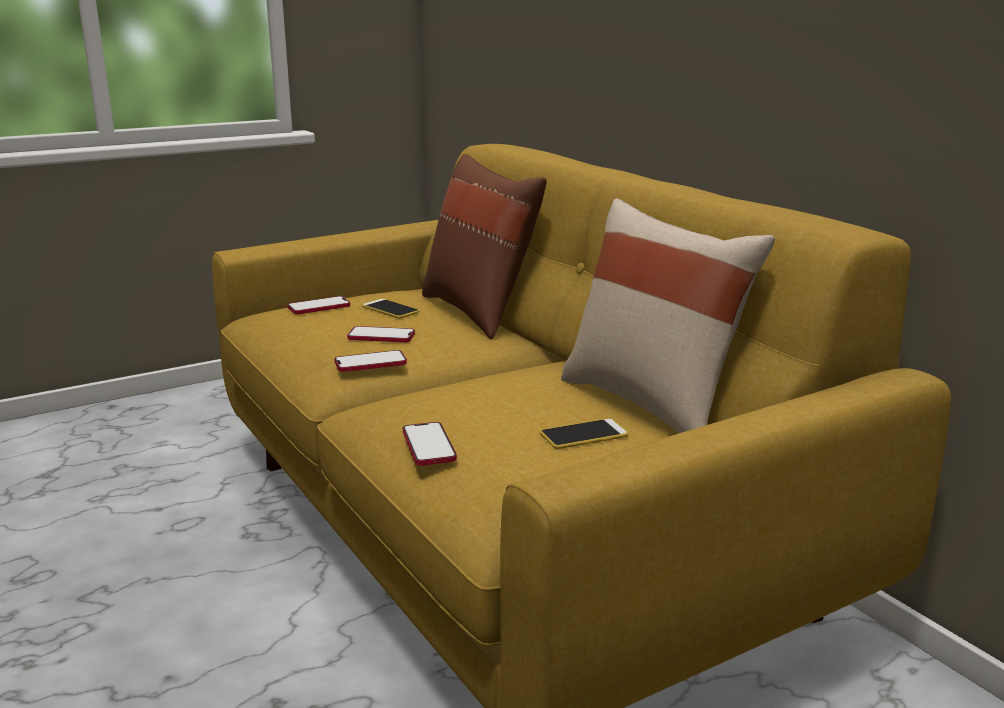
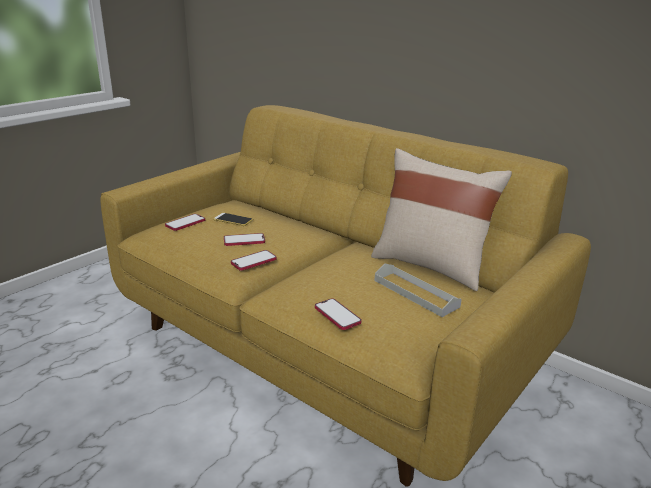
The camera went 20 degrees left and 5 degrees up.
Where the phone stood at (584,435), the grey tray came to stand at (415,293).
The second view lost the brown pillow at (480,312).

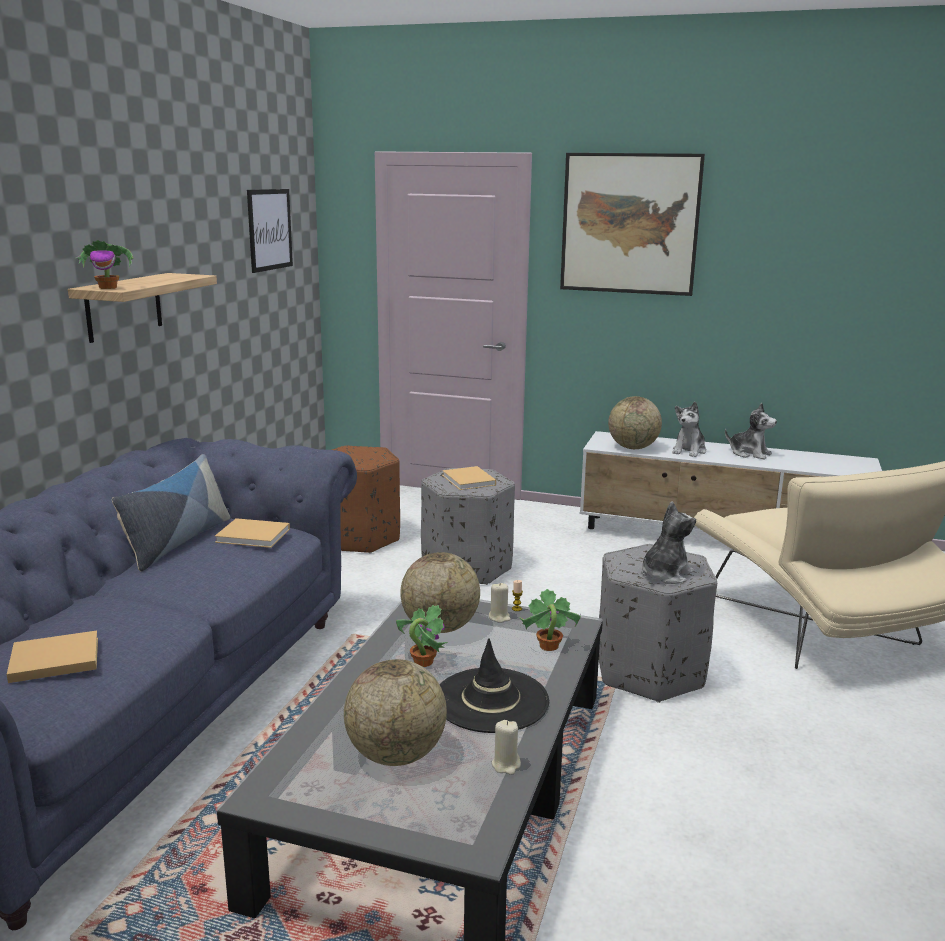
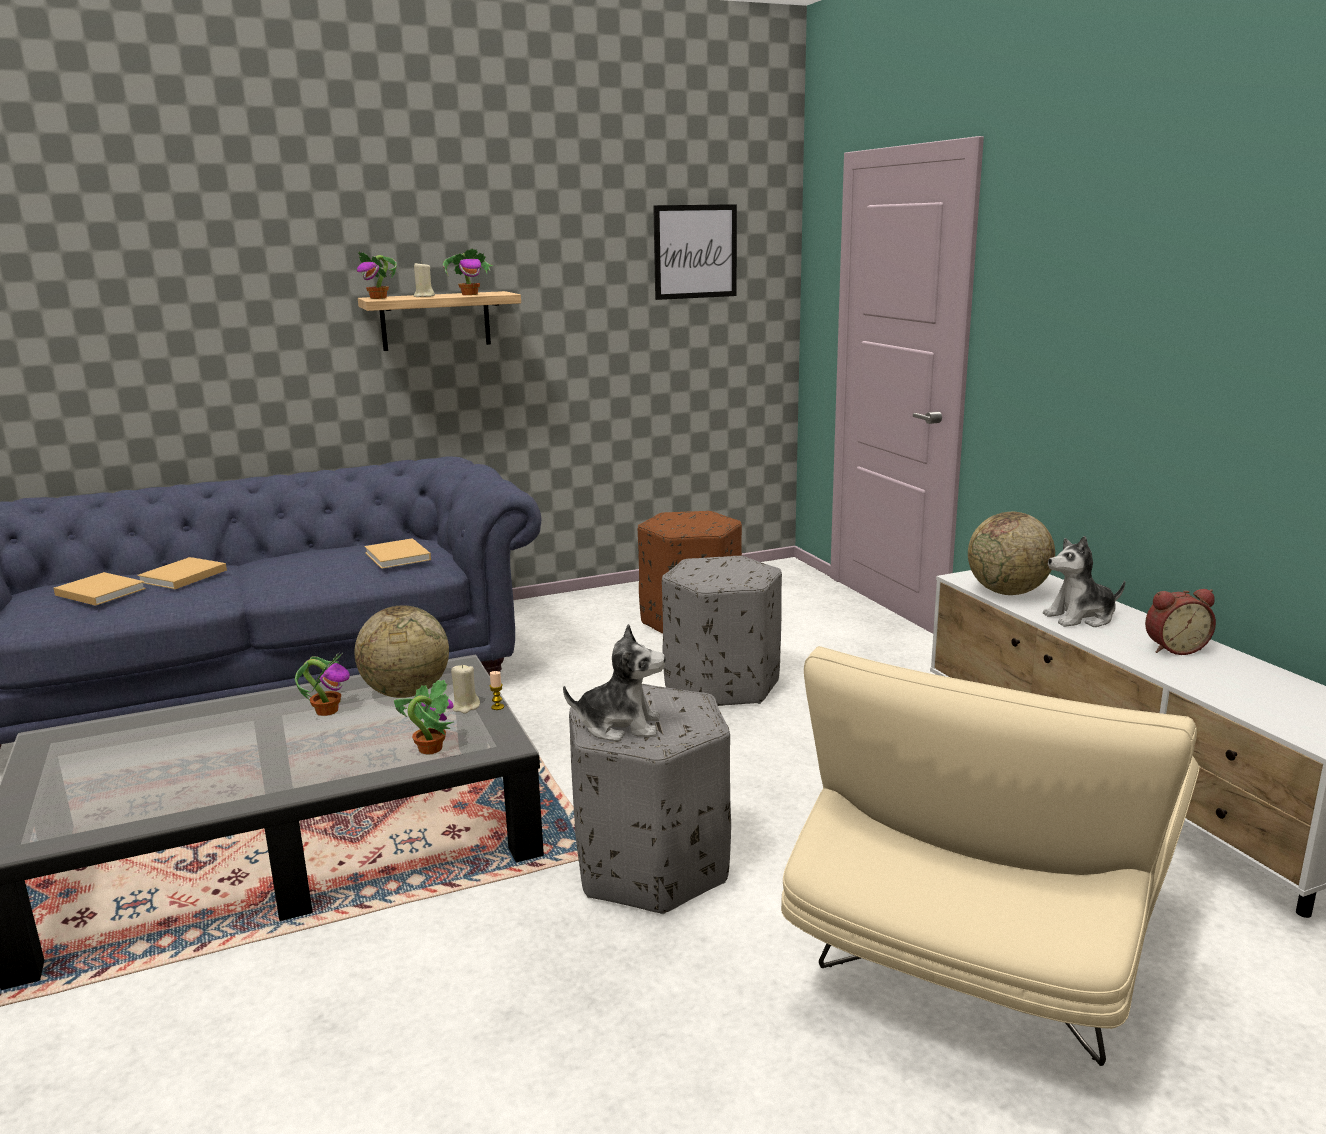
The camera went 50 degrees right and 0 degrees up.
The beige book ended up elsewhere, having gone from (469,481) to (181,577).
The beige candle ended up elsewhere, having gone from (506,765) to (424,296).
The second view gained the potted plant at (470,294).
Where the plush toy stood at (749,453), the alarm clock came to stand at (1174,648).
The second view lost the pillow at (177,542).
The second view lost the globe at (396,755).
The second view lost the black hat at (491,700).
The second view lost the picture at (630,224).

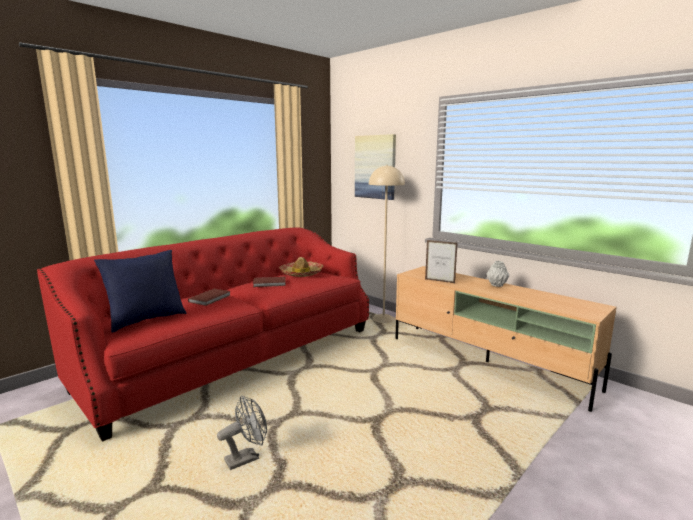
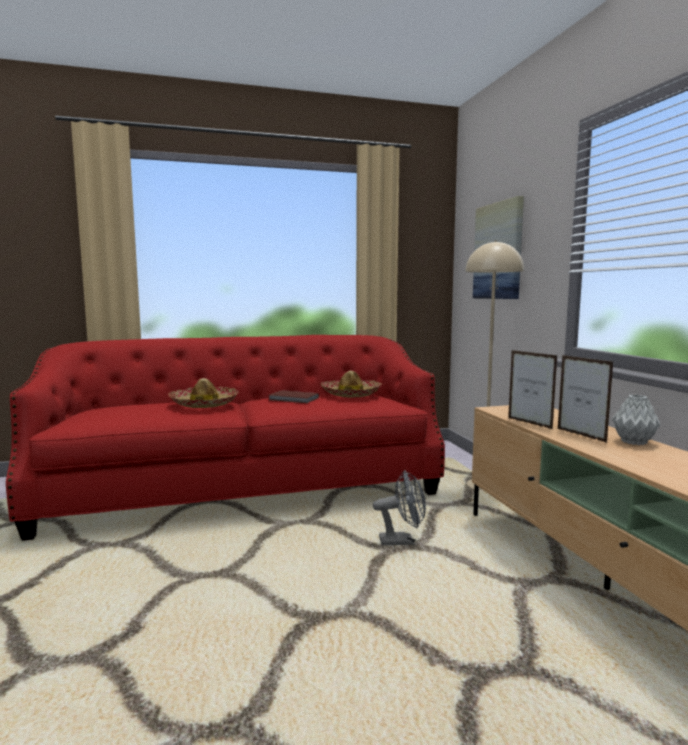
The camera went 30 degrees right and 5 degrees down.
Where the brown book stood at (211,298), the hat came to stand at (203,404).
The grey fan ended up elsewhere, having gone from (247,458) to (402,541).
The second view gained the picture frame at (581,435).
The second view lost the blue pillow at (146,320).

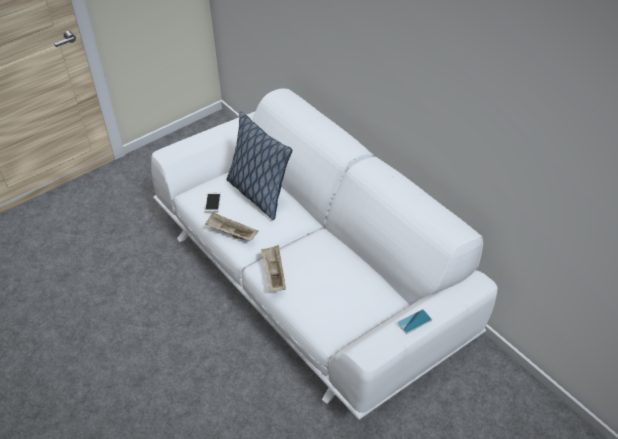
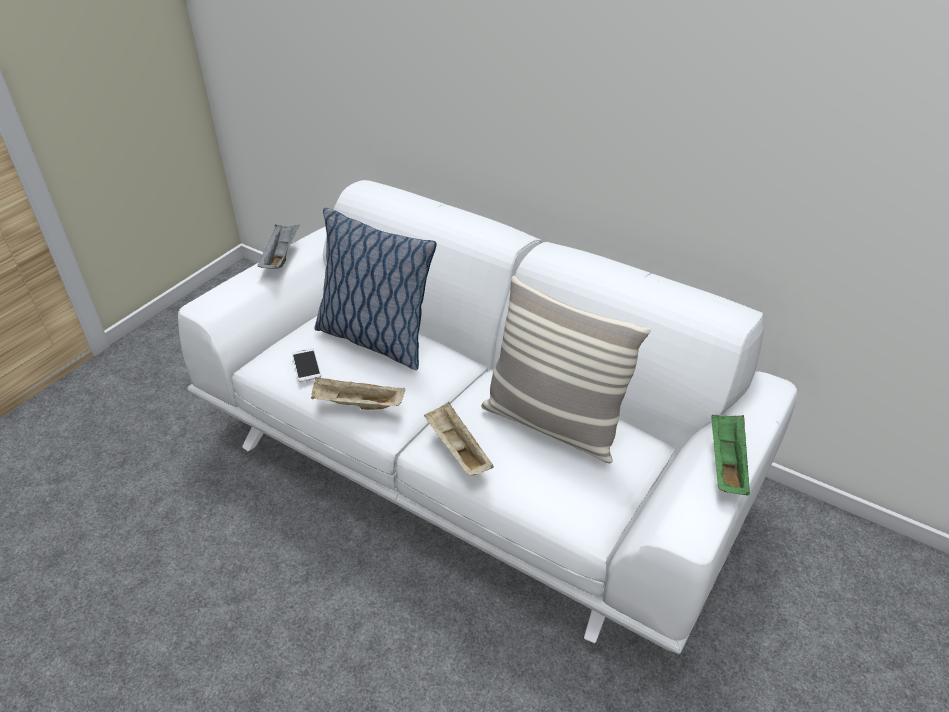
The camera went 20 degrees left and 5 degrees down.
The second view gained the grey tray at (280,257).
The second view gained the pillow at (552,424).
Where the phone stood at (414,321), the green tray came to stand at (725,463).

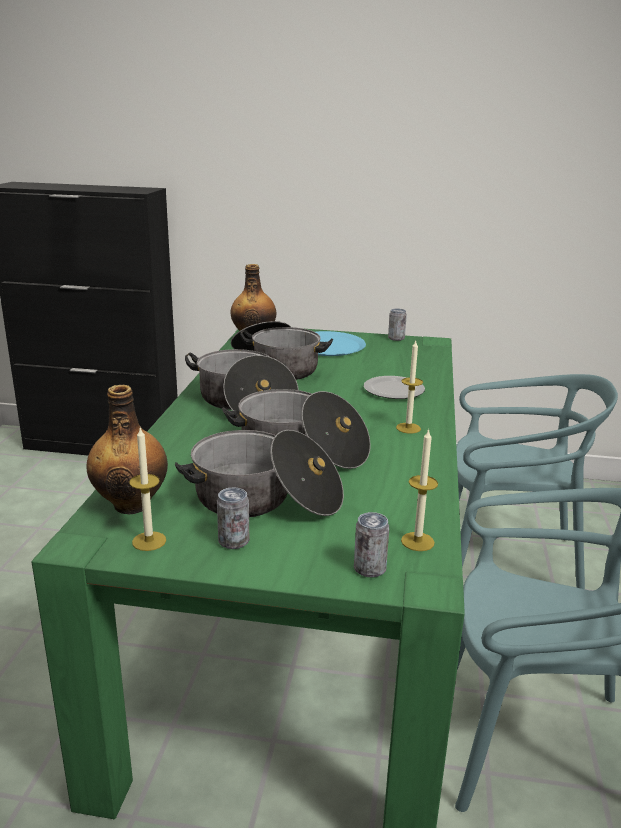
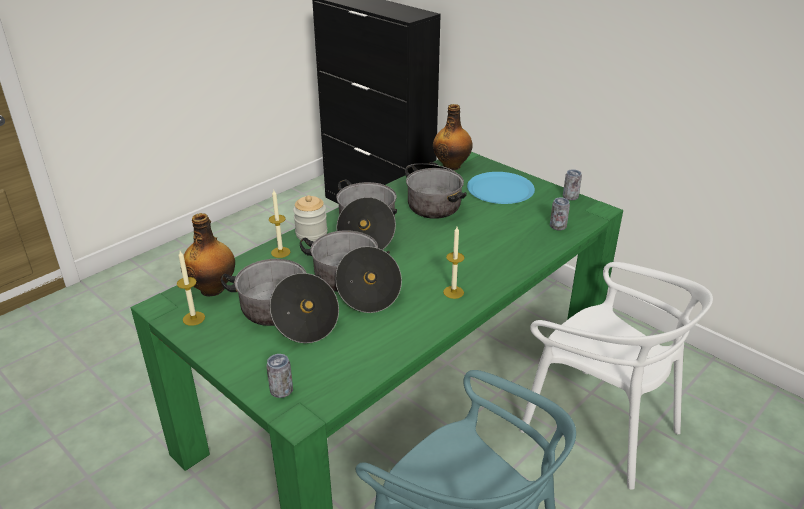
The camera went 35 degrees right and 10 degrees up.
The candle ended up elsewhere, having gone from (417,541) to (280,252).
The second view gained the jar at (311,234).
What was the turquoise chair at (507,559) turned into the white chair at (600,427).
The can ended up elsewhere, having gone from (233,541) to (558,226).
The second view lost the plate at (392,390).

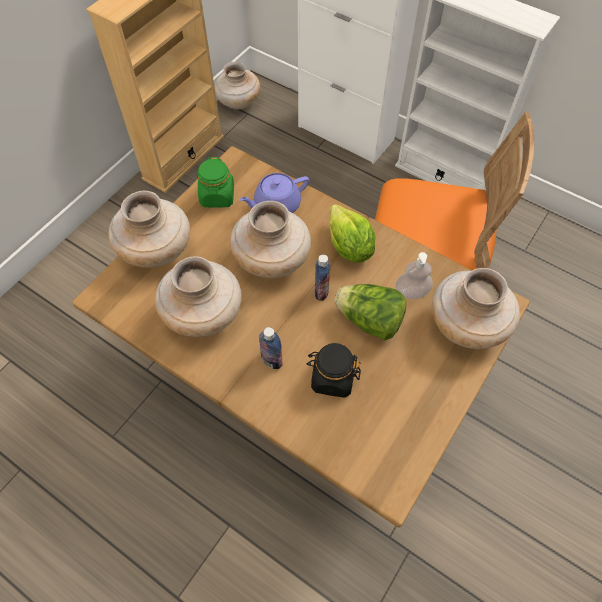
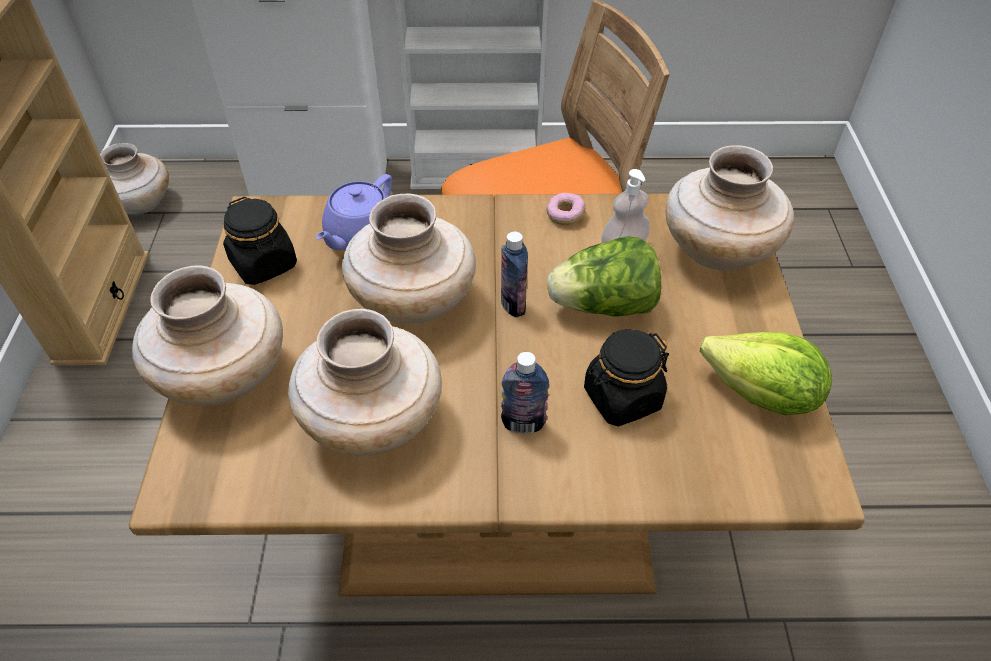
The camera went 35 degrees left and 10 degrees down.
What was the green jar at (217,196) turned into the black jar at (264,264).
The second view gained the donut at (565,215).
The lettuce ended up elsewhere, having gone from (349,247) to (760,395).

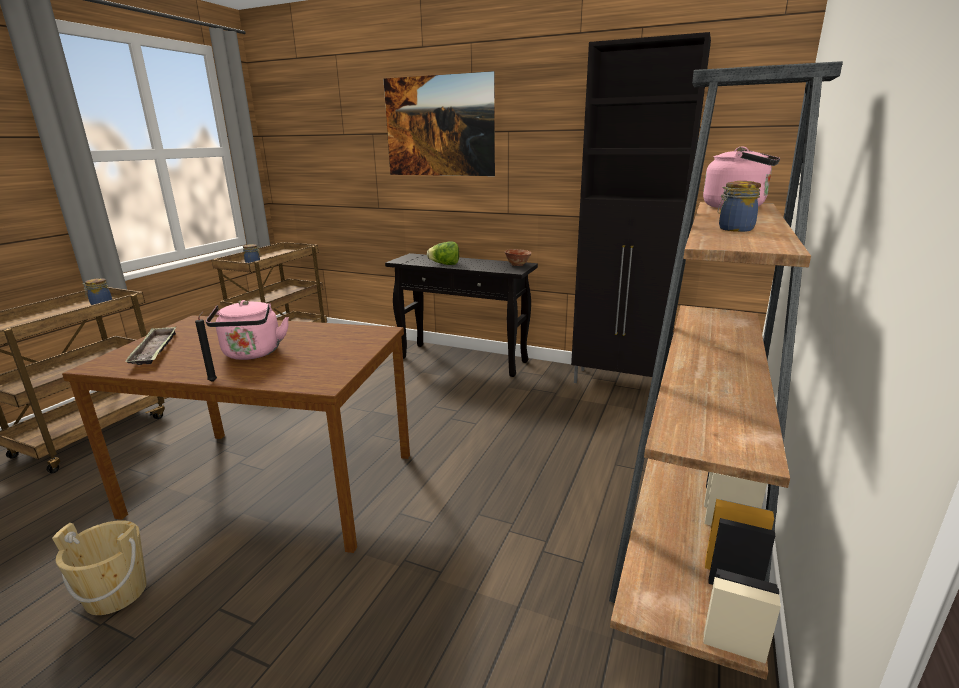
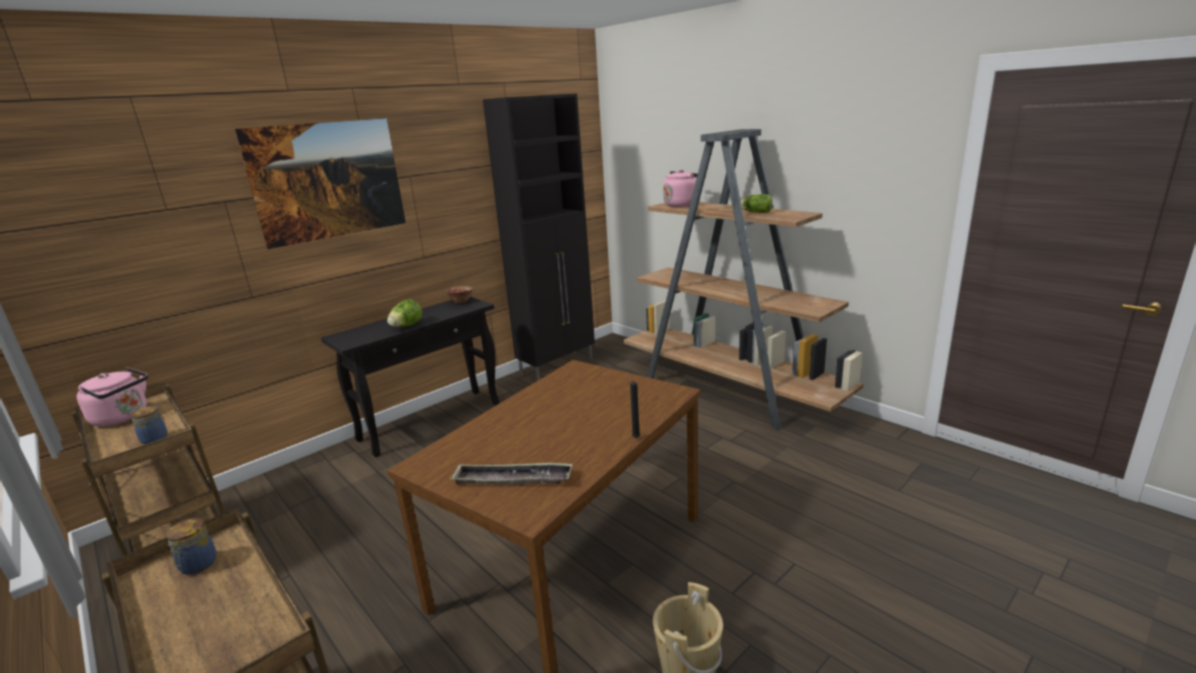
The camera went 65 degrees left and 0 degrees up.
The pink kettle ended up elsewhere, having gone from (252,354) to (123,417).
Where the jar stood at (734,229), the lettuce came to stand at (755,212).

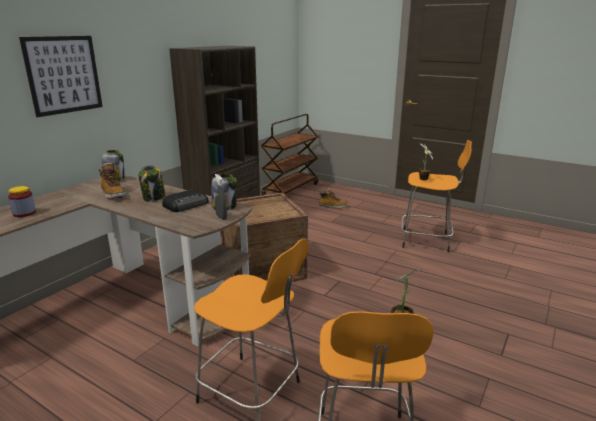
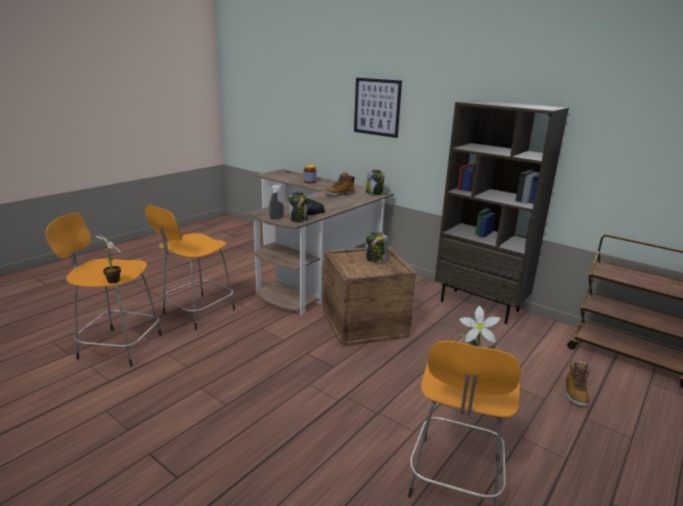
The camera went 95 degrees right and 0 degrees up.
The jar ended up elsewhere, having gone from (154,197) to (376,259).

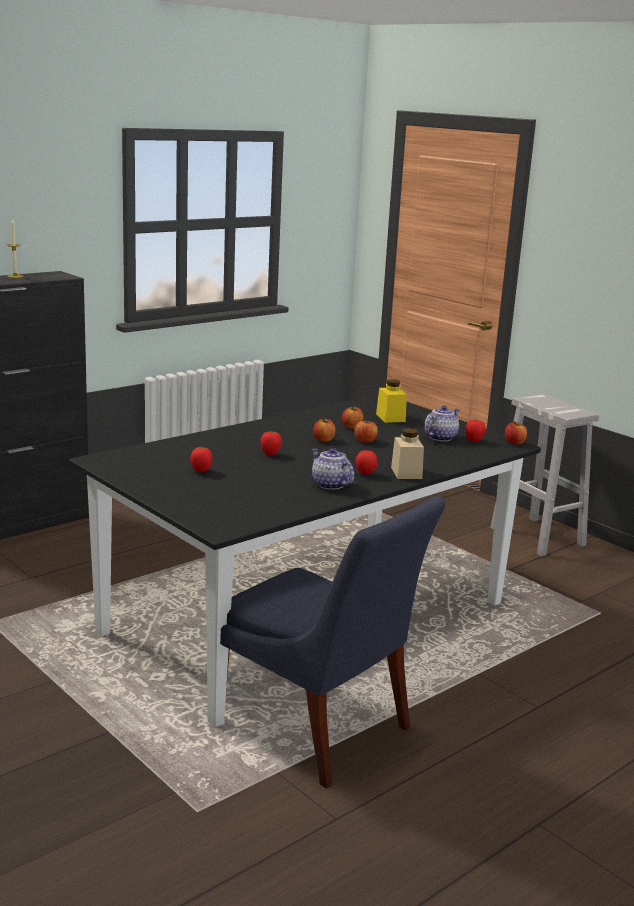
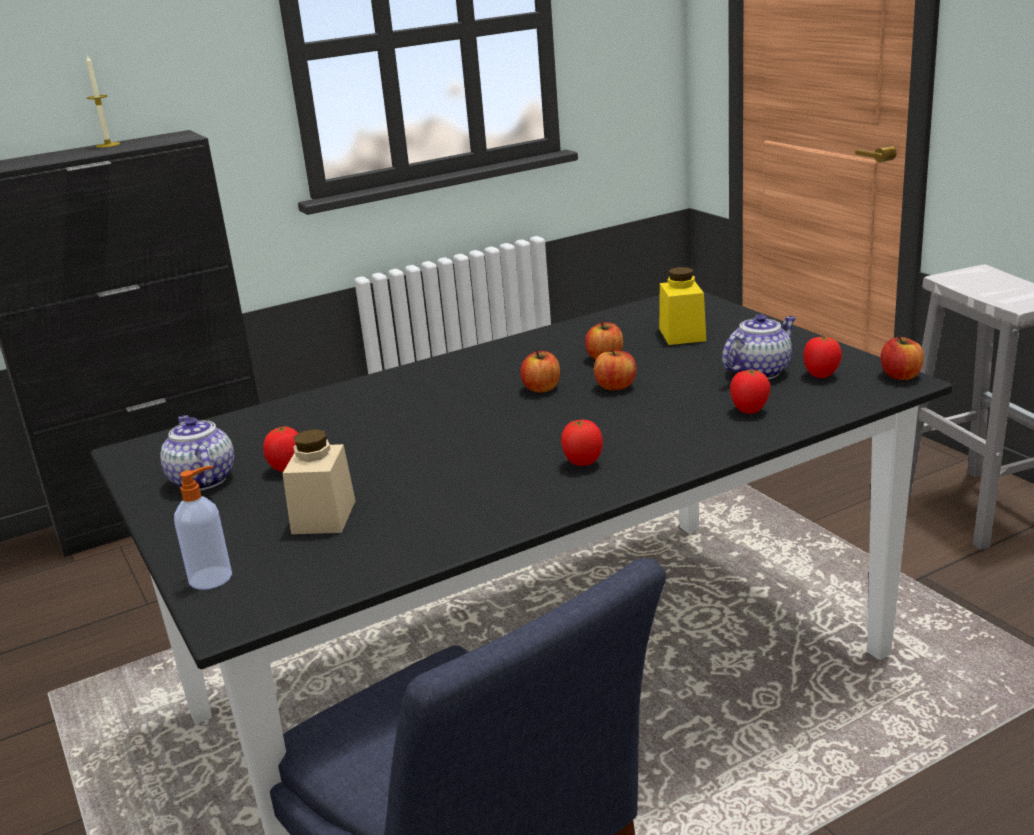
The camera went 15 degrees right and 5 degrees up.
The teapot ended up elsewhere, having gone from (329,484) to (201,480).
The second view gained the soap dispenser at (212,577).
The beige jar ended up elsewhere, having gone from (406,473) to (324,517).
The tomato ended up elsewhere, having gone from (270,454) to (749,411).

